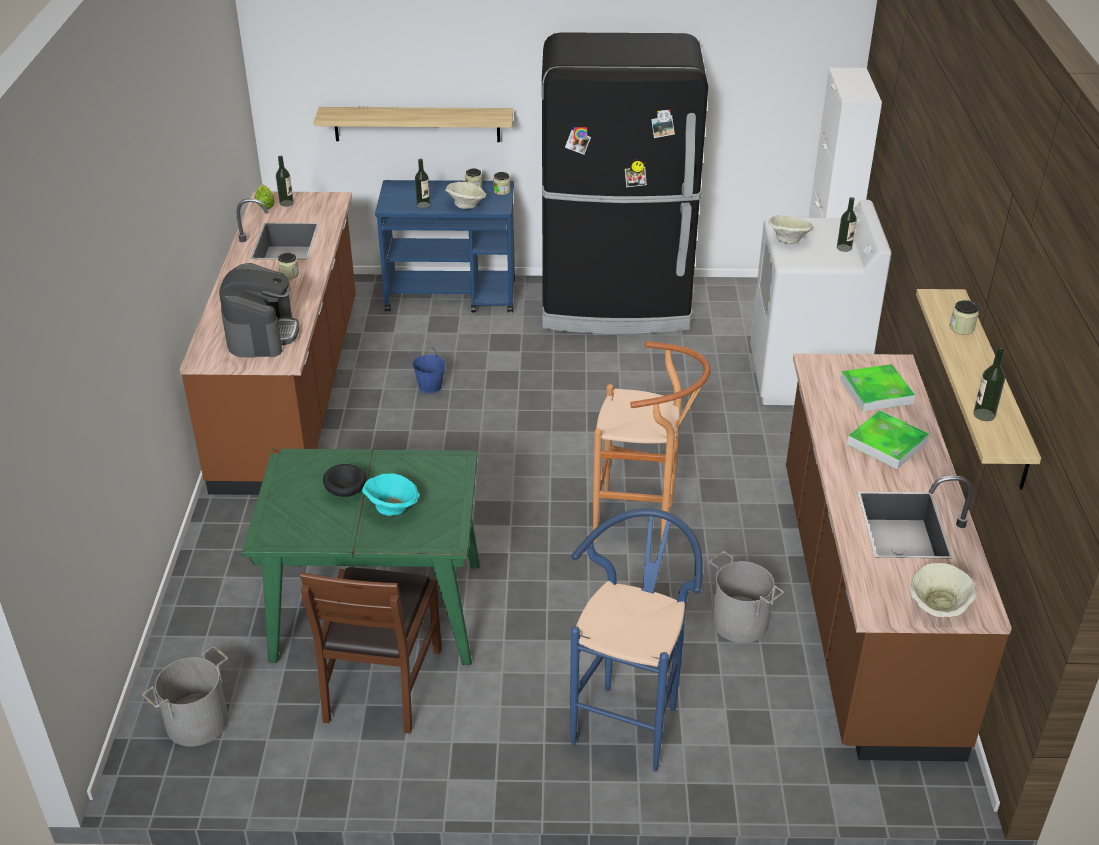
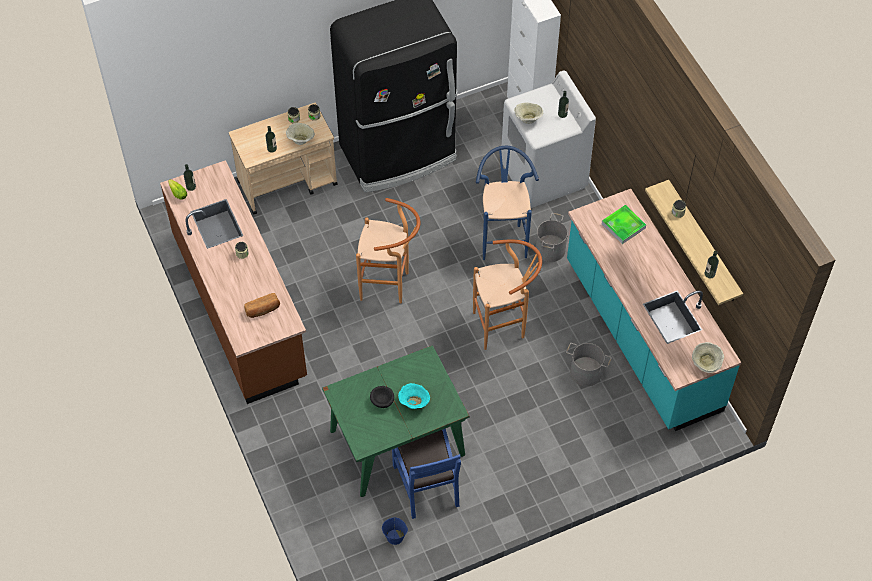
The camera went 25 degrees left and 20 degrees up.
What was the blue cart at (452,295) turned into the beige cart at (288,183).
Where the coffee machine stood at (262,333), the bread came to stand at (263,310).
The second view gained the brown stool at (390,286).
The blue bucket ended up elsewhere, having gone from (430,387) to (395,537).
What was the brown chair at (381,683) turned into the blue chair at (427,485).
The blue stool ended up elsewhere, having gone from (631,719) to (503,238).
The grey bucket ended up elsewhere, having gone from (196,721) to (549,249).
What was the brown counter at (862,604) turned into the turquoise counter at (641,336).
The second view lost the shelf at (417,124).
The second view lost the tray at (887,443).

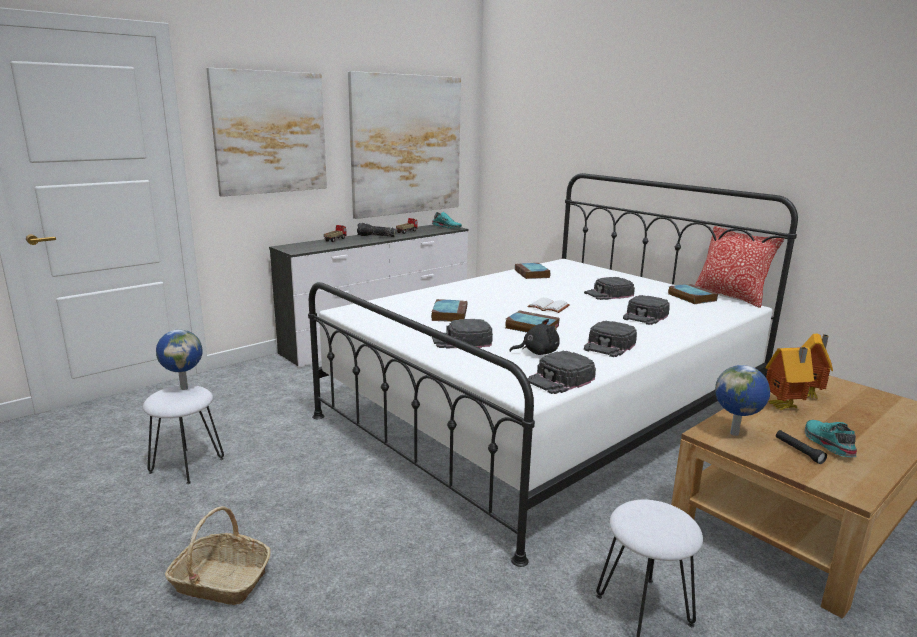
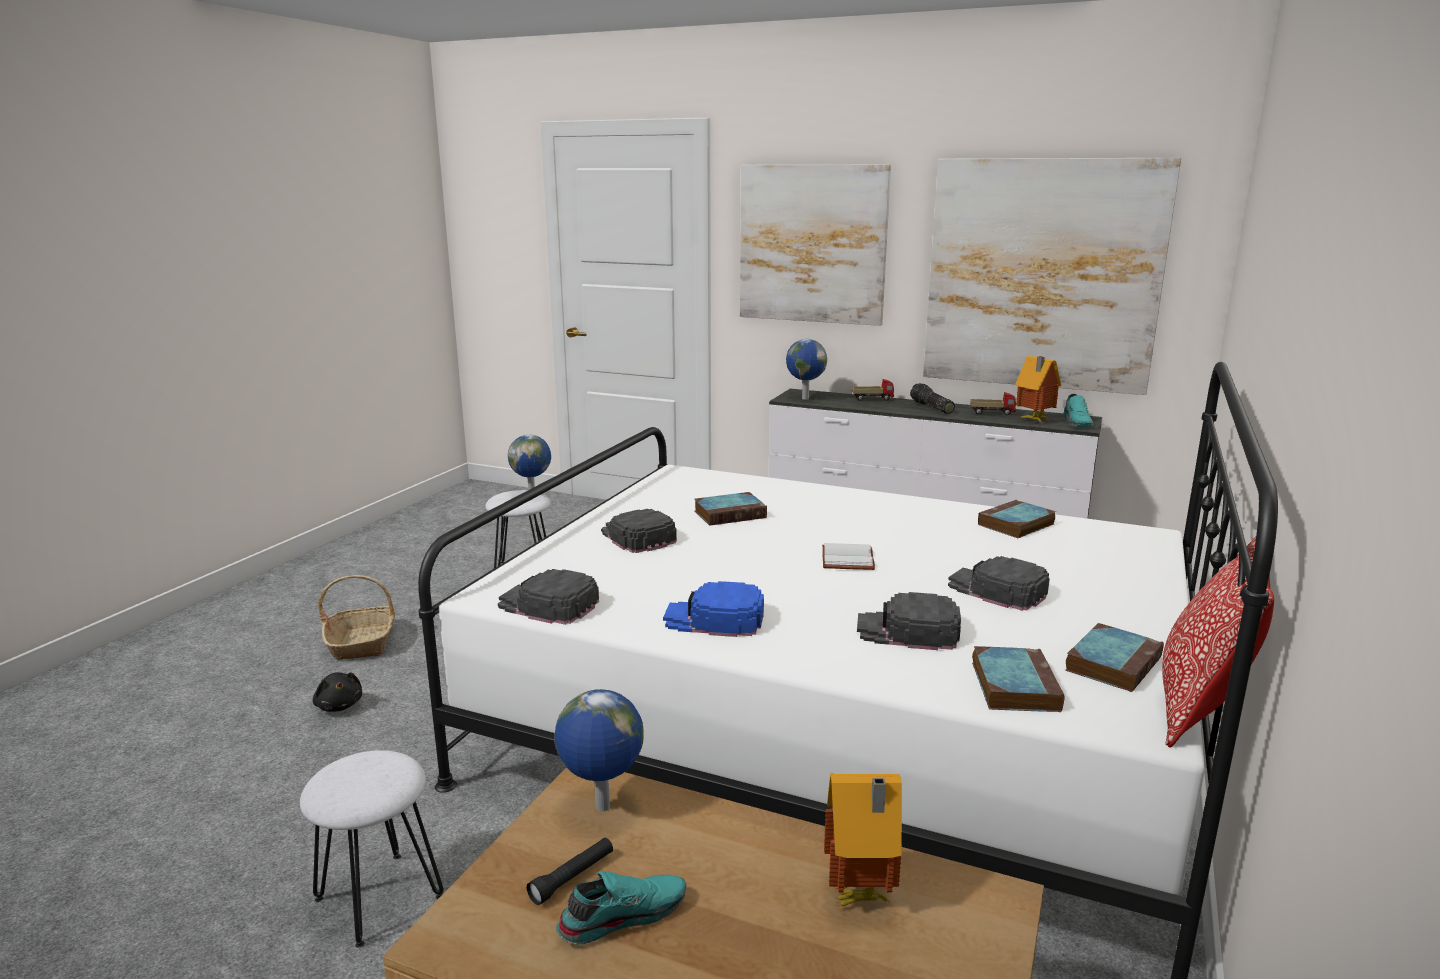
The camera went 65 degrees right and 0 degrees up.
The black plush toy ended up elsewhere, having gone from (537,352) to (339,705).
What was the black cap at (609,345) turned into the blue cap at (714,619).
The second view gained the globe at (804,398).
The book ended up elsewhere, having gone from (530,327) to (1013,685).
The toy house ended up elsewhere, having gone from (783,408) to (1033,420).

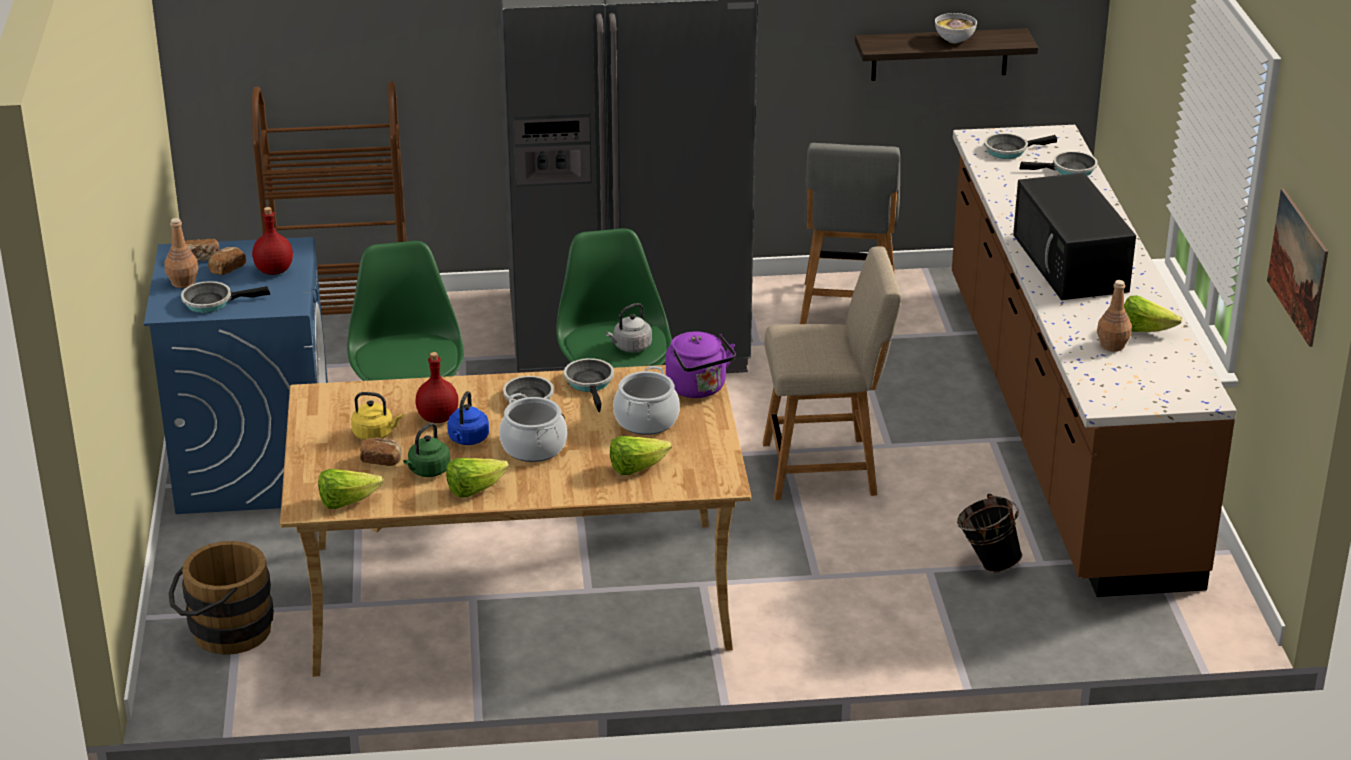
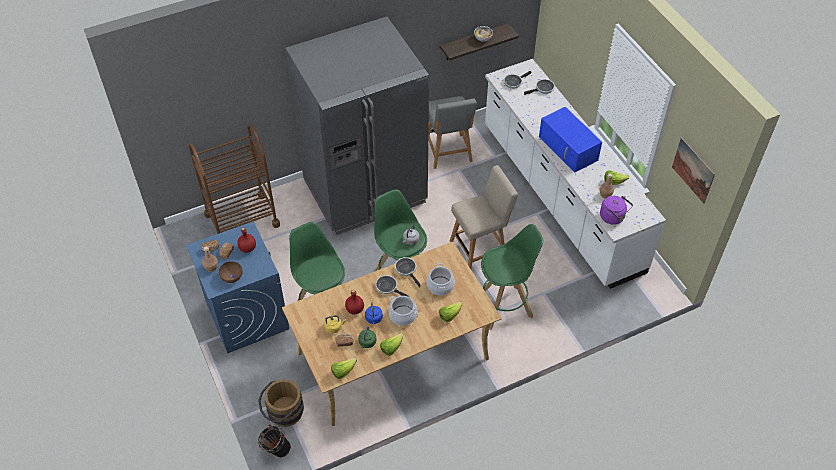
The camera went 20 degrees left and 20 degrees up.
Where the frying pan stood at (212,302), the brown bowl came to stand at (231,276).
The black bucket ended up elsewhere, having gone from (986,563) to (275,450).
The second view gained the green stool at (504,307).
What was the brown counter at (1062,425) turned into the white counter at (560,197).
What was the black microwave at (1071,264) turned into the blue microwave at (569,149).
The purple kettle ended up elsewhere, having gone from (699,389) to (613,217).

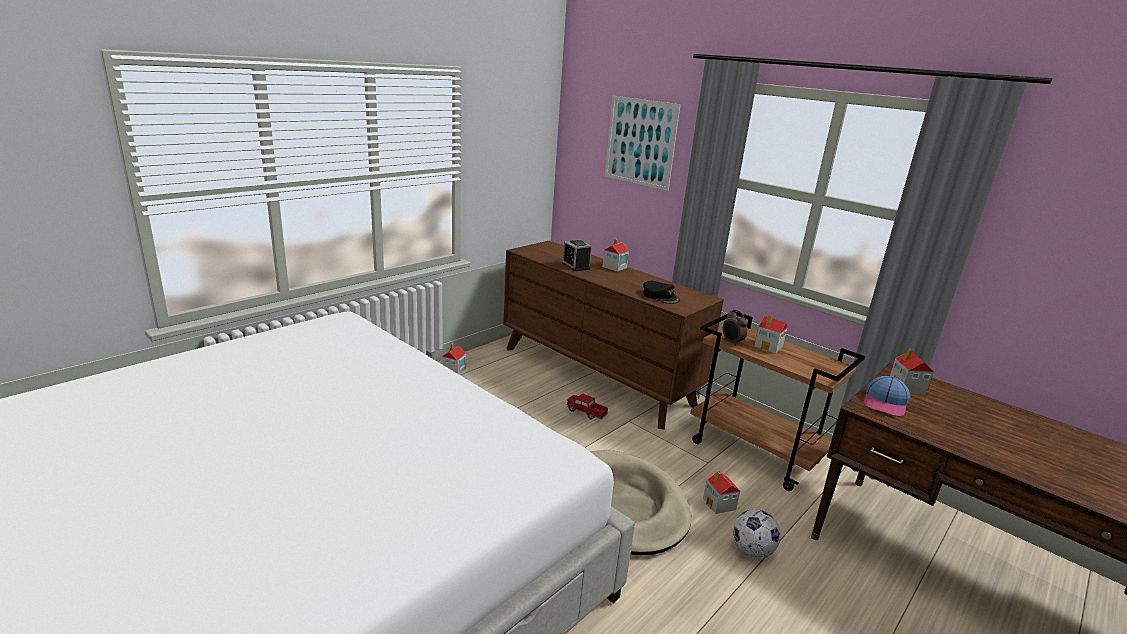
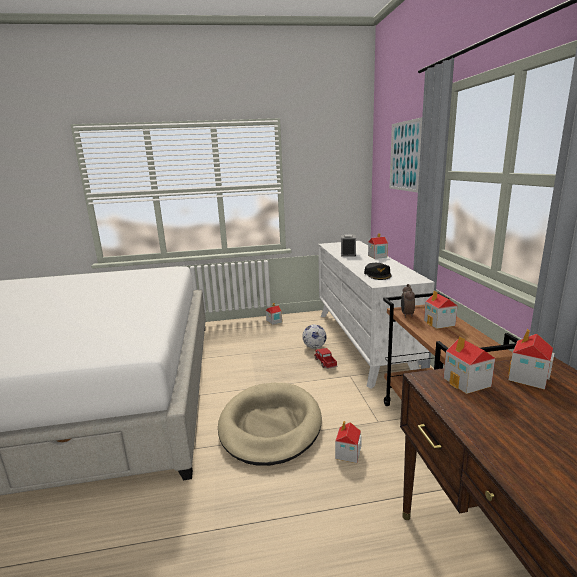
The camera went 40 degrees right and 5 degrees down.
The football ended up elsewhere, having gone from (752,550) to (314,347).
What was the brown dresser at (596,376) turned into the white dresser at (363,342).
Where the cap stood at (885,403), the toy house came to stand at (467,382).

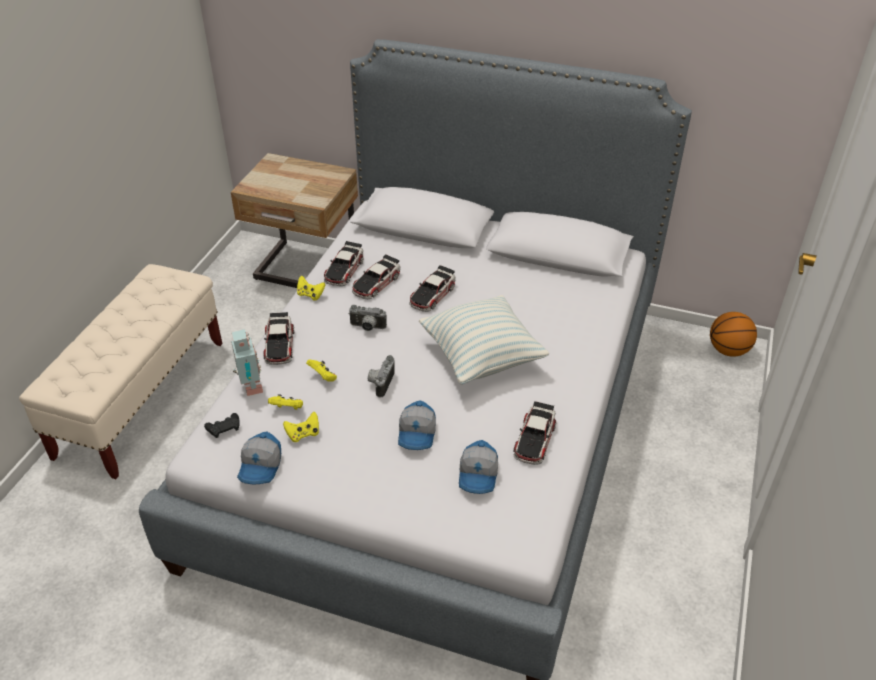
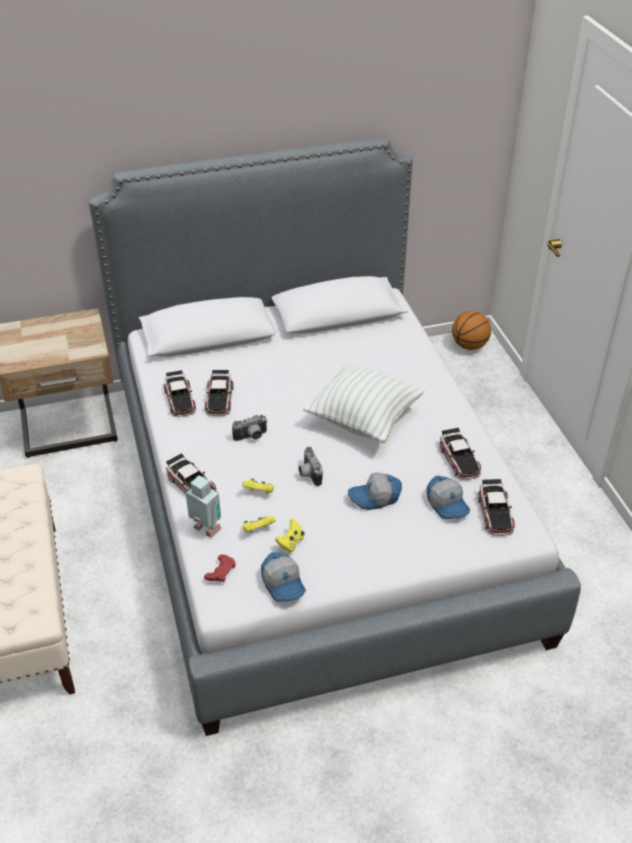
The camera went 35 degrees left and 0 degrees up.
What was the black game controller at (224,428) turned into the red game controller at (221,572).
The cap at (418,434) ended up facing another way, 105 degrees clockwise from before.
The toy car ended up elsewhere, having gone from (432,294) to (495,513).
The second view lost the yellow game controller at (310,295).

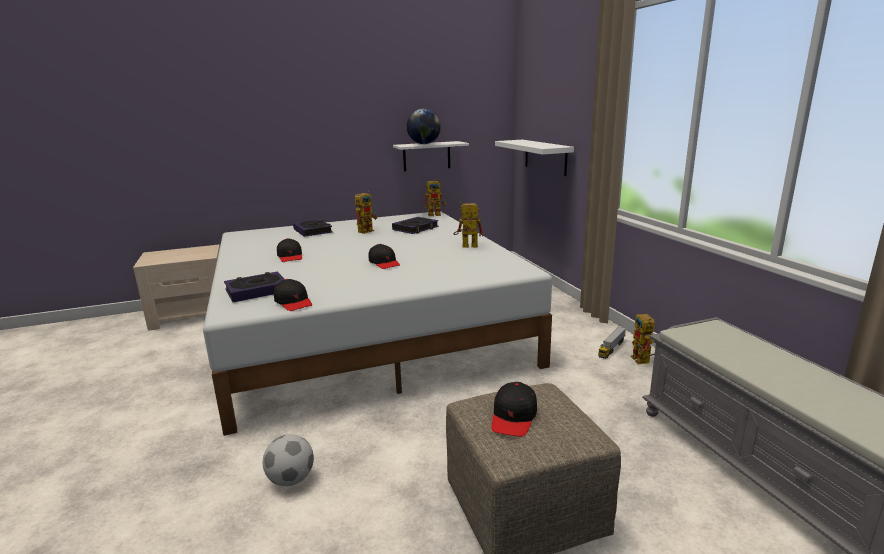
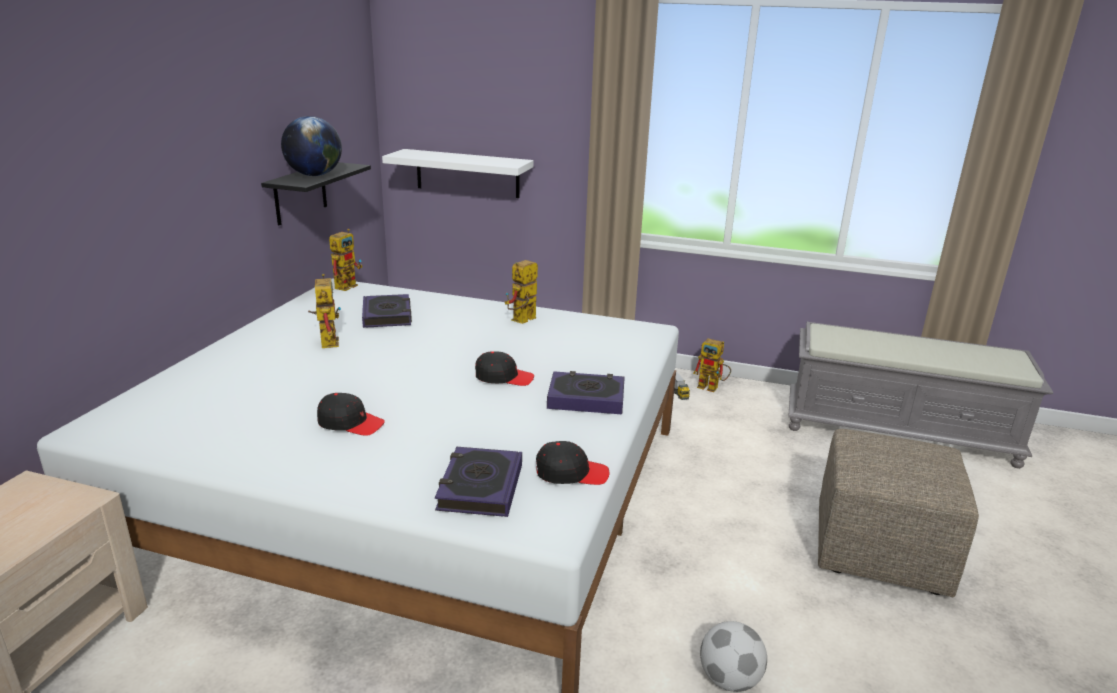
The camera went 55 degrees left and 5 degrees up.
What was the white shelf at (426,156) turned into the black shelf at (300,193).
The book ended up elsewhere, having gone from (313,231) to (586,398).
The second view lost the black cap at (513,417).

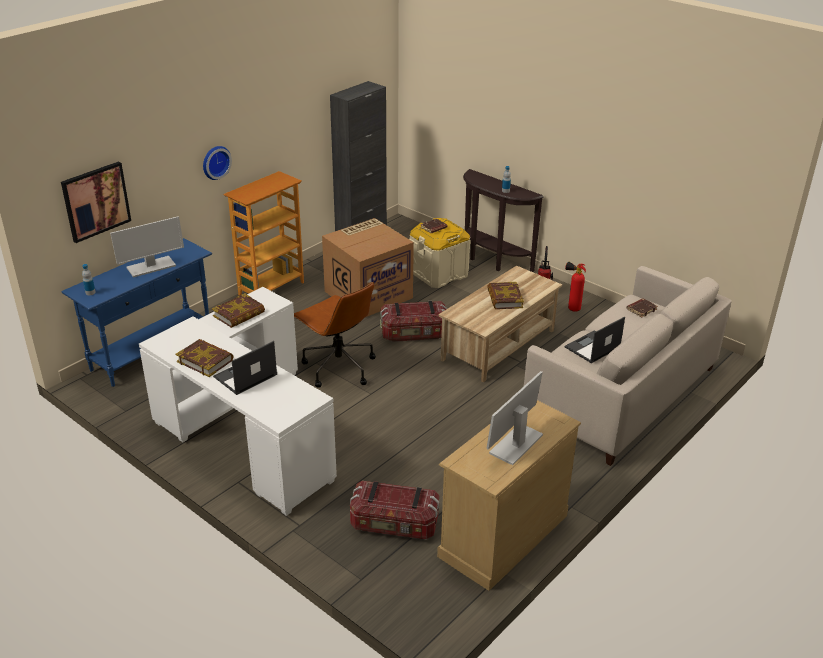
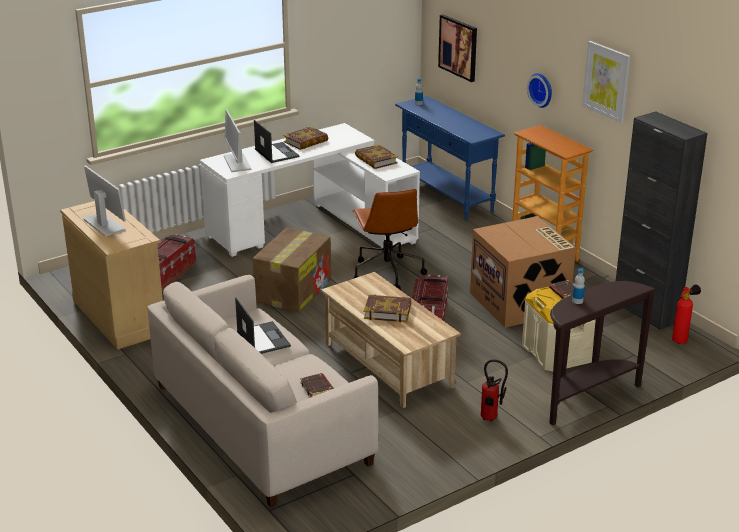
The camera went 105 degrees right and 5 degrees down.
The monitor ended up elsewhere, having gone from (151,267) to (237,162).
The second view gained the cardboard box at (294,290).
The brown office chair at (338,367) ended up facing another way, 75 degrees counterclockwise from before.
The second view gained the picture at (606,81).
The fire extinguisher ended up elsewhere, having gone from (571,308) to (681,340).

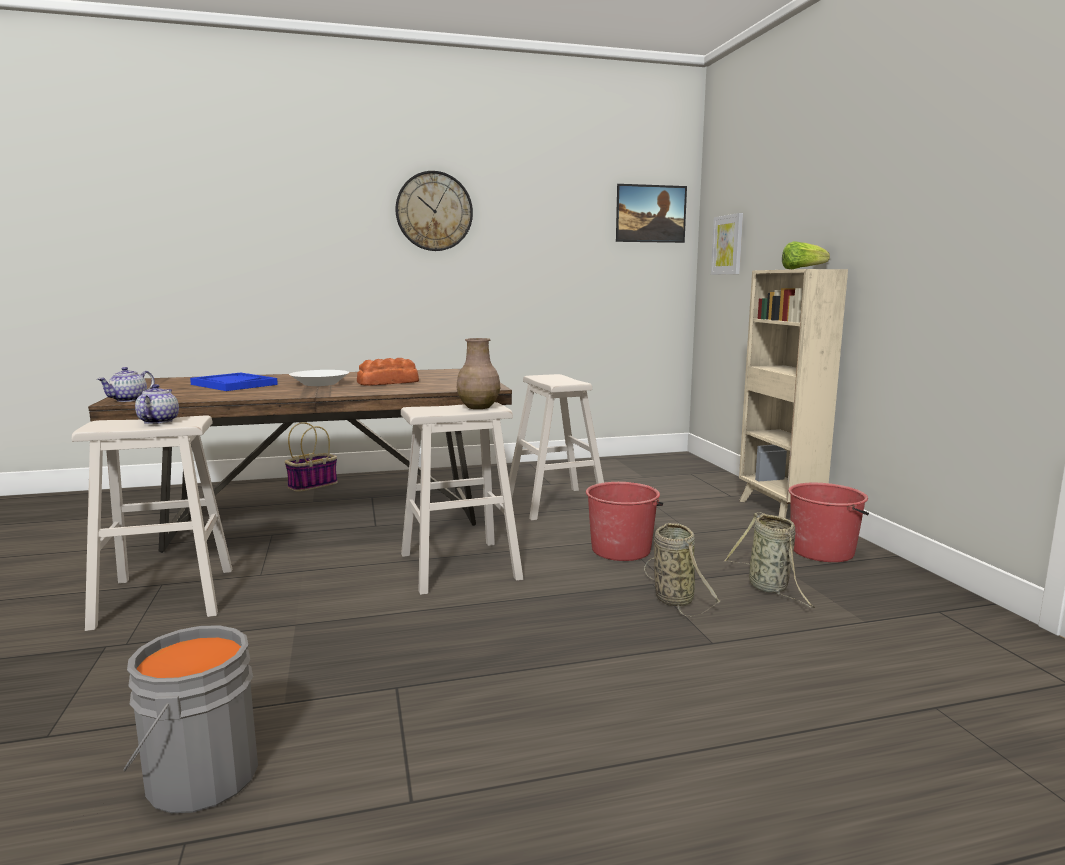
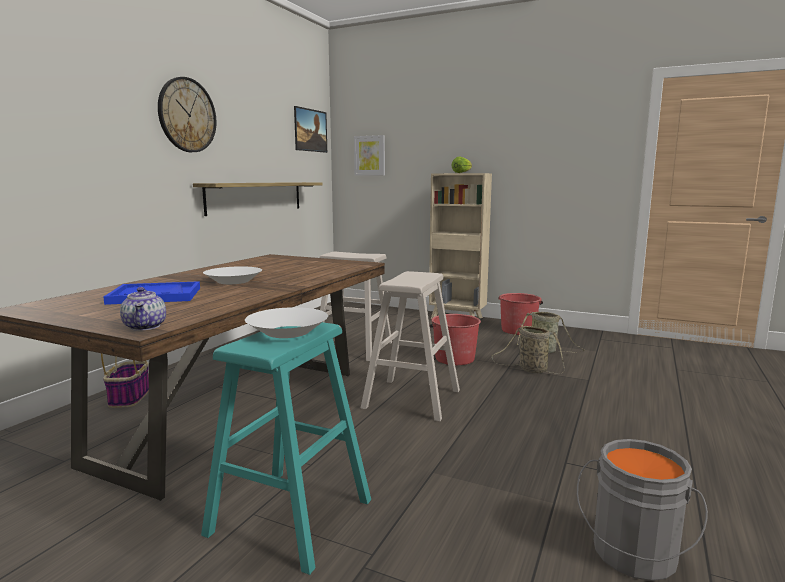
The camera went 50 degrees left and 0 degrees up.
The second view gained the shelf at (256,197).
What was the beige stool at (165,597) turned into the turquoise stool at (290,517).
Where the teapot stood at (158,421), the white bowl came to stand at (287,332).
The second view lost the bread at (389,382).
The second view lost the brown vase at (478,407).

